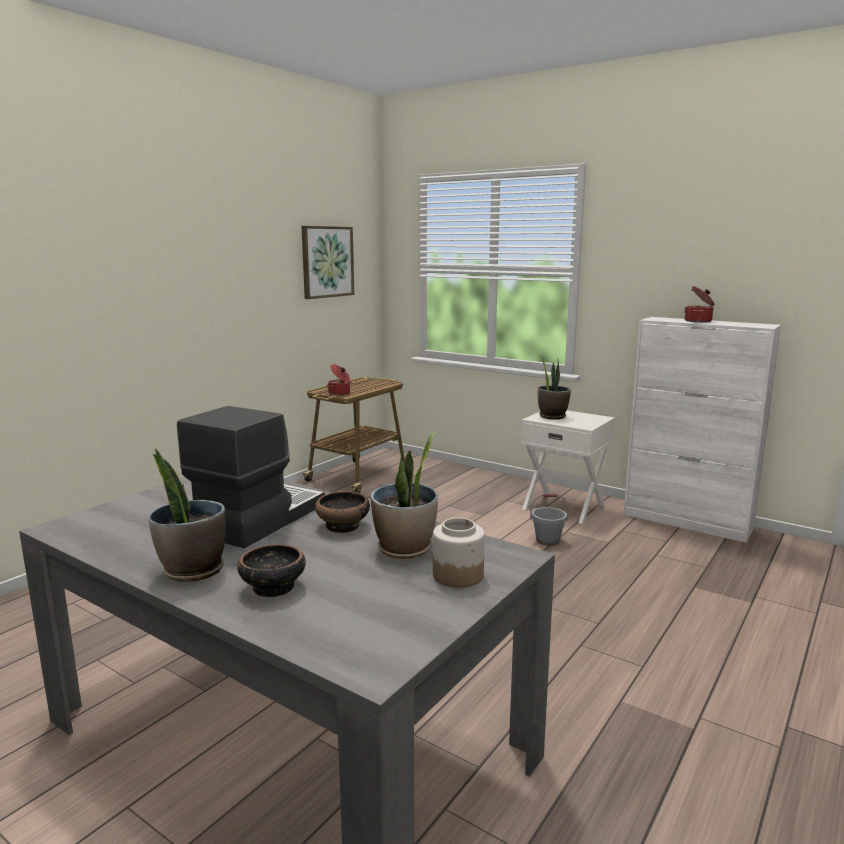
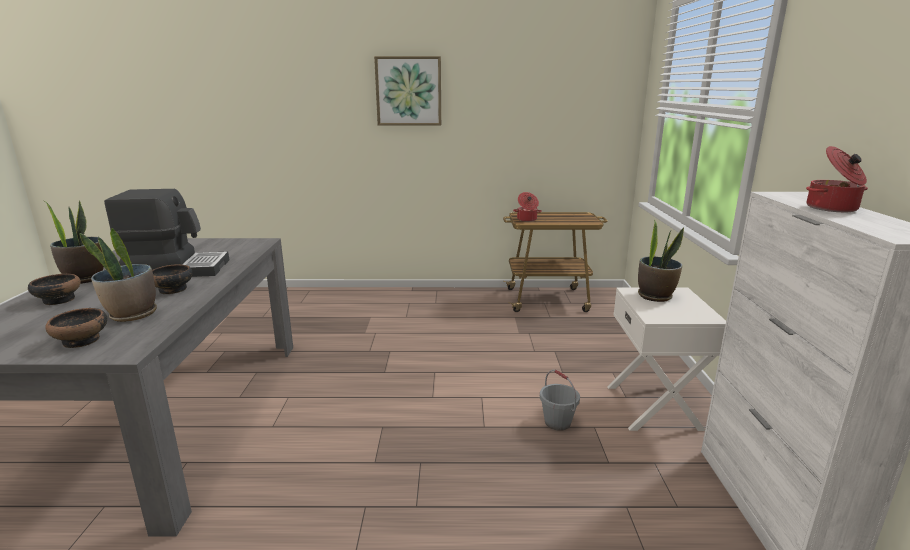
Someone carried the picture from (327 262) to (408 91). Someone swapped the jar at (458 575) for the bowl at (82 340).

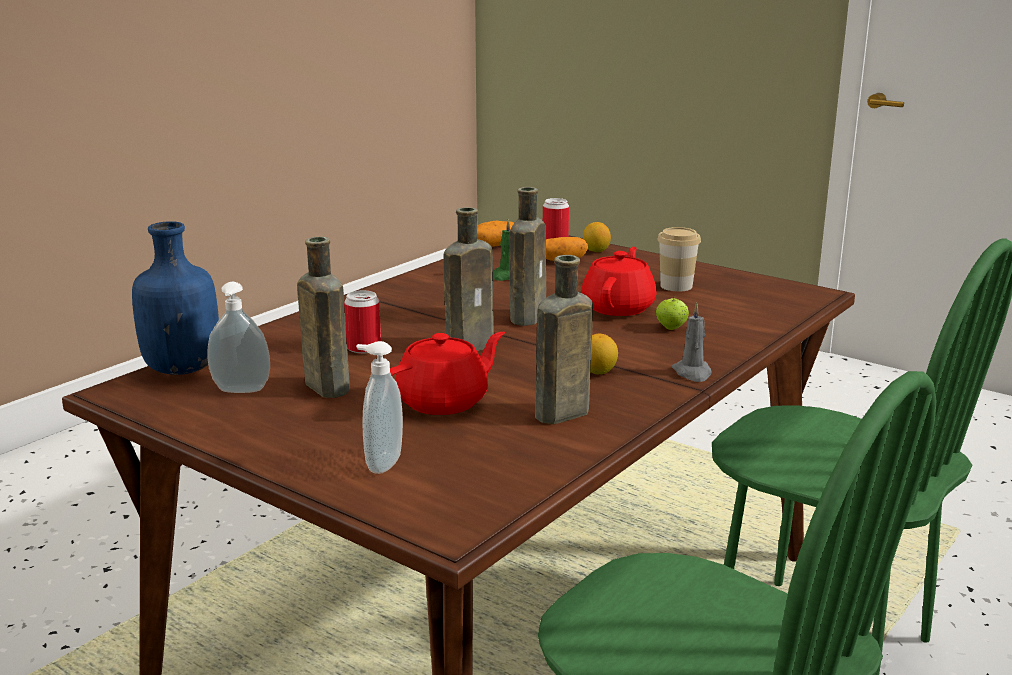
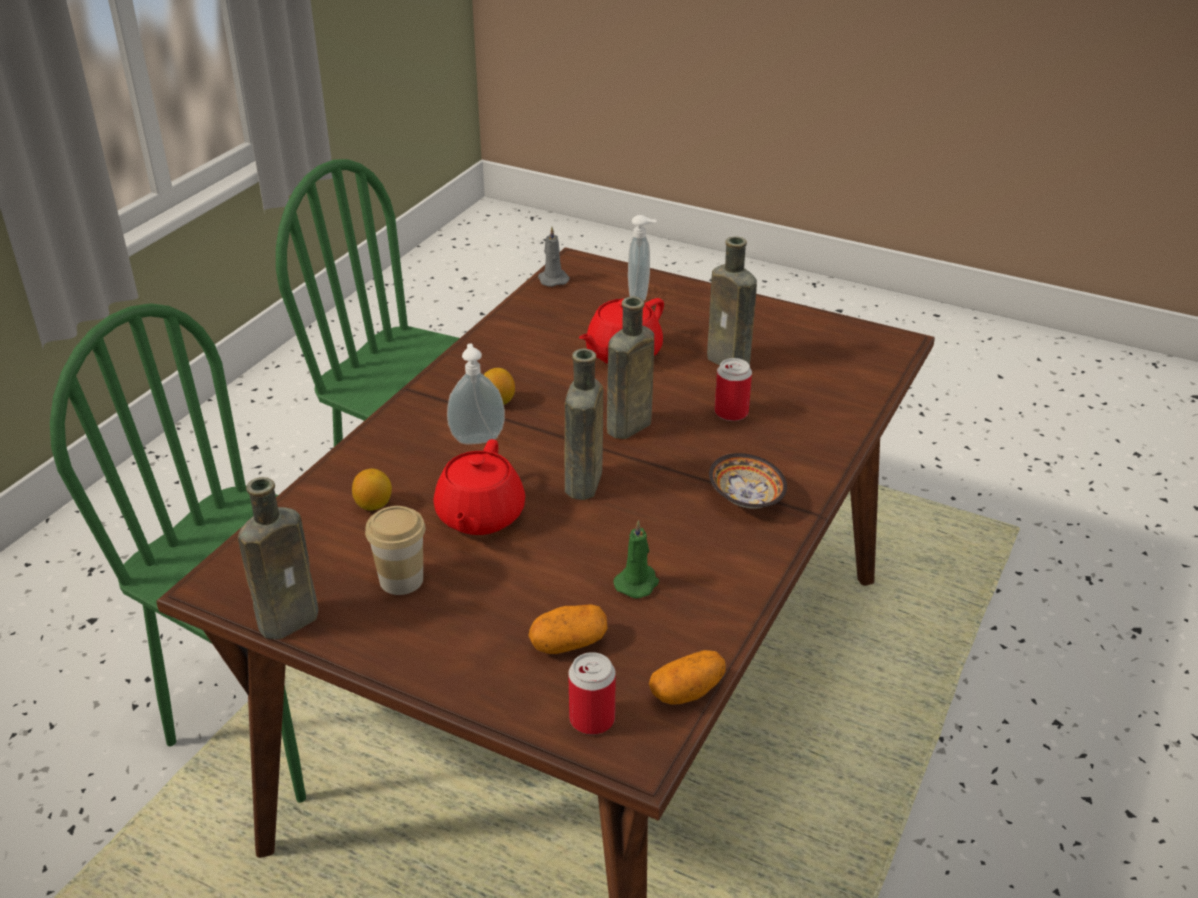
Someone took away the bottle (blue) at (181 369). Someone carried the lemon from (596 251) to (373 505). Someone carried the bottle (brown) from (558 415) to (292 618). Someone carried the soap dispenser from (241 391) to (477 438). Someone took away the apple at (671 328). Someone carried the candle (grey) from (692 373) to (552 279). Someone put down the bowl at (746 497).

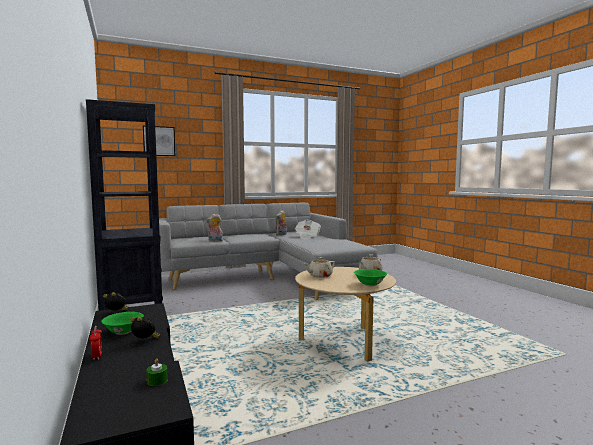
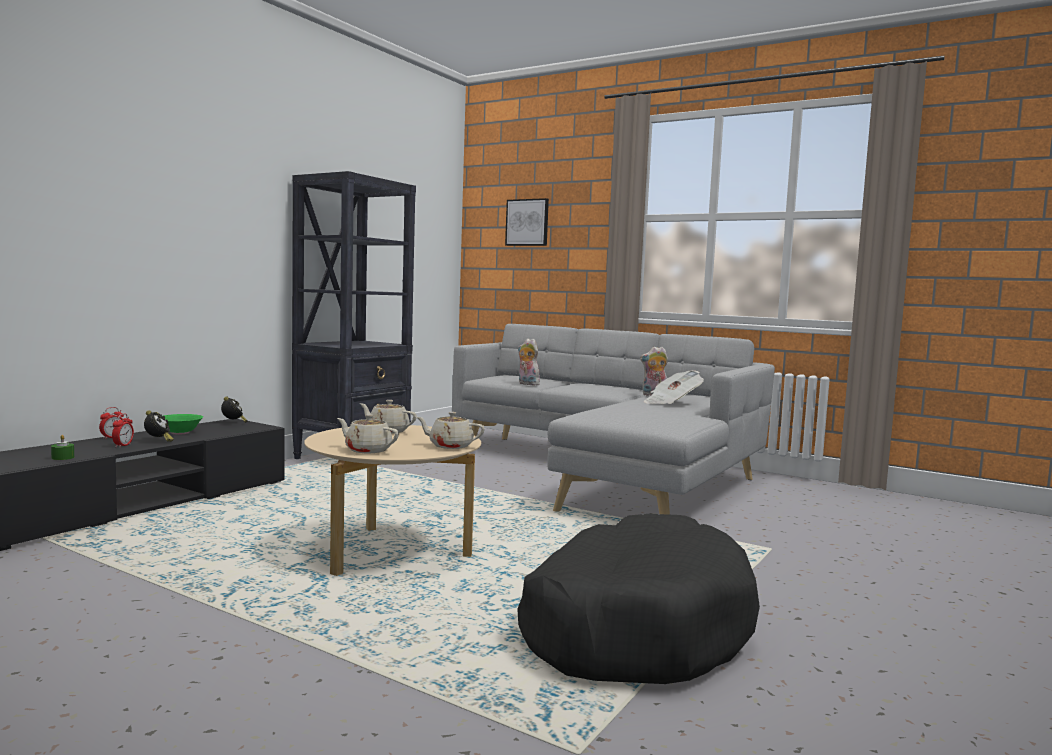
Someone swapped the bowl (green) at (370 284) for the teapot (beige) at (367 450). Someone put down the alarm clock at (123 445). Someone put down the dog bed (black) at (634 627).

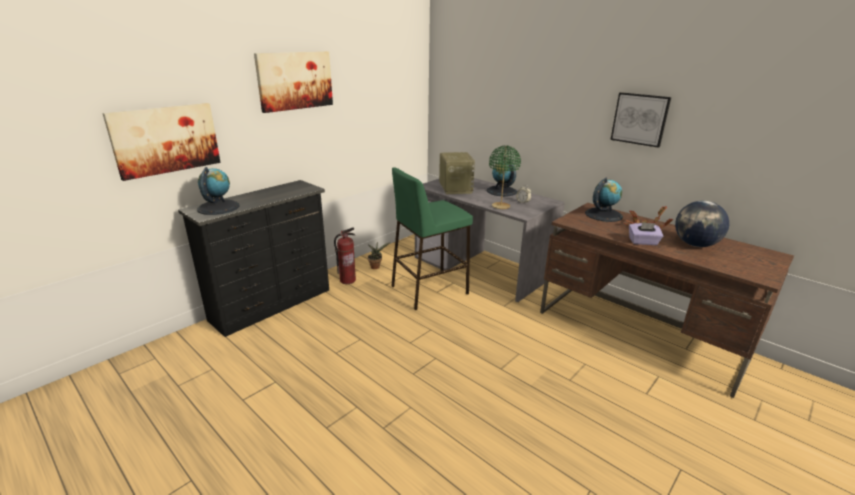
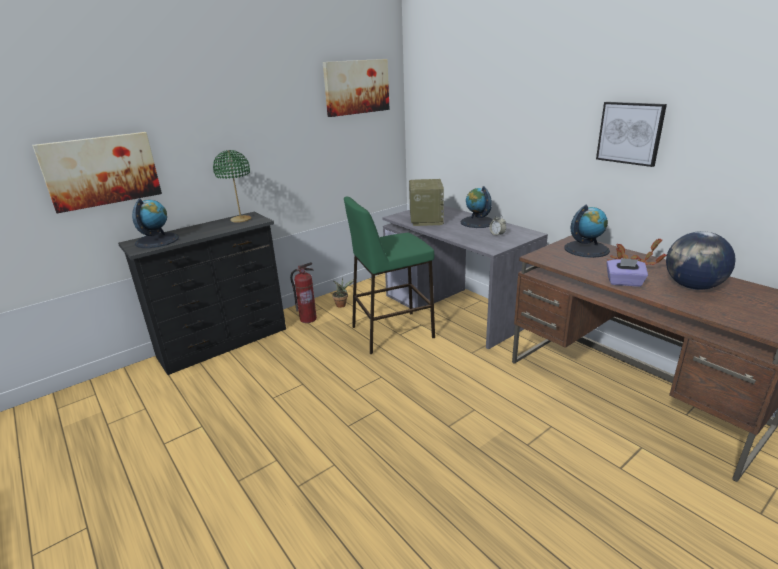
Someone carried the picture from (295 80) to (356 87). Someone carried the table lamp (green) from (500 206) to (240 220).

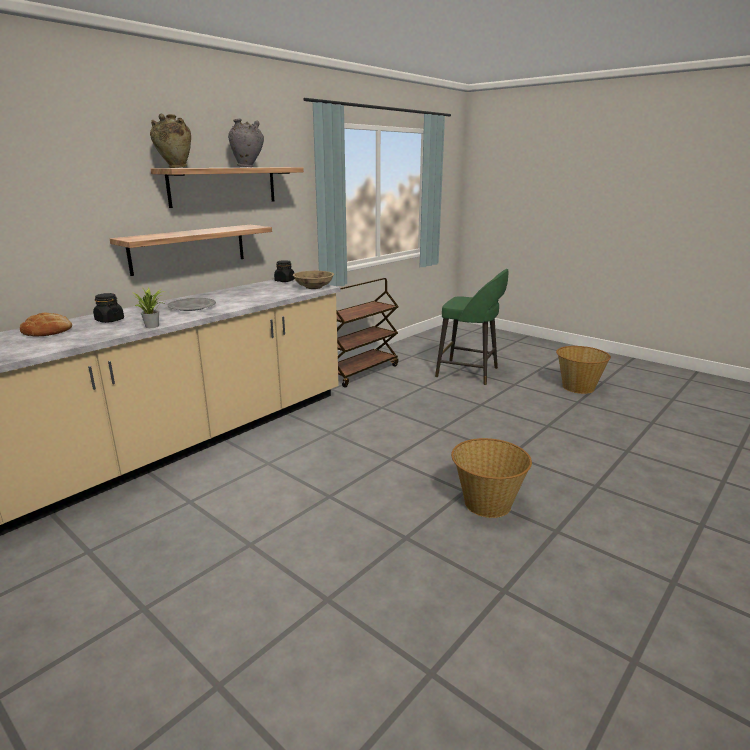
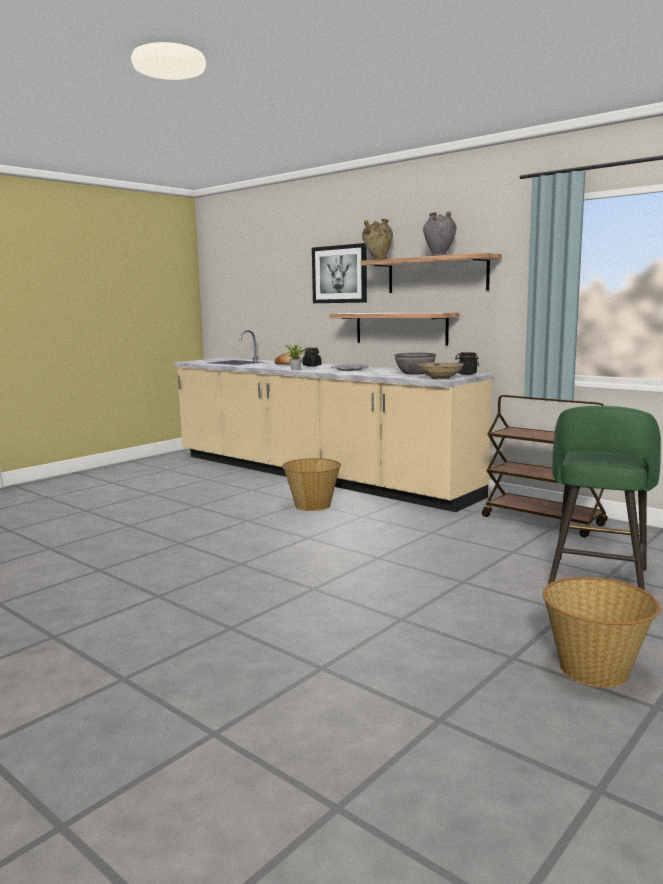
Someone carried the basket from (486 504) to (312 505). Someone put up the picture at (339 274). Someone put down the bowl (grey) at (415 373).

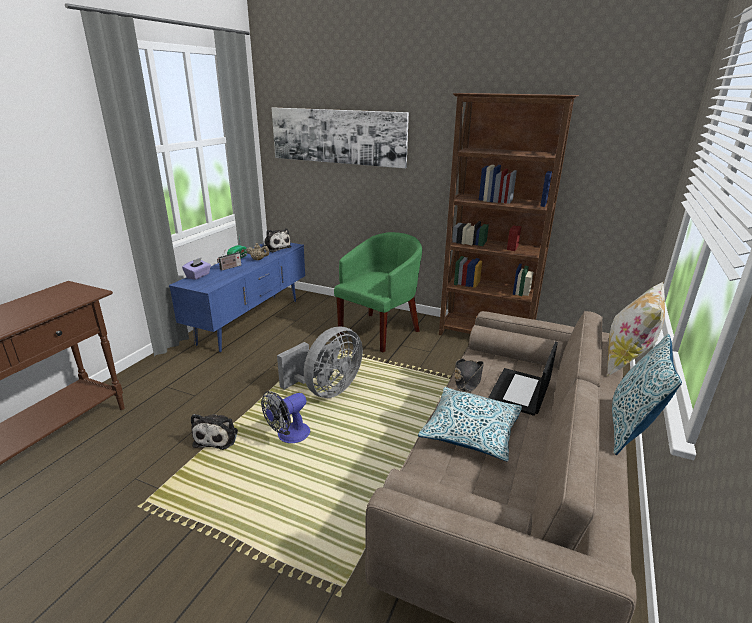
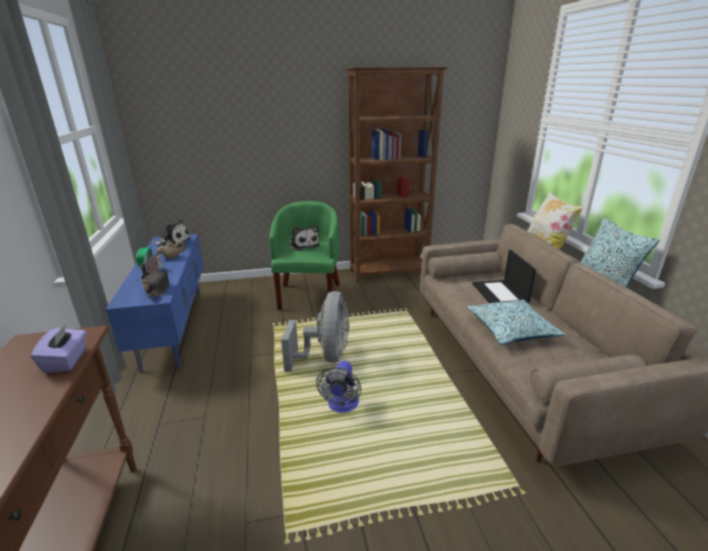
Someone took away the picture at (338 136). Someone carried the tissue box (purple) from (198 276) to (67 360). Someone carried the hat (black) from (467 380) to (157 288). Someone carried the plush toy from (217 437) to (303 245).

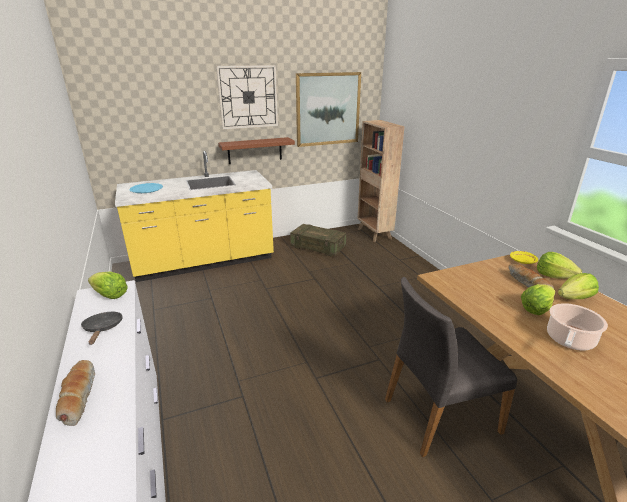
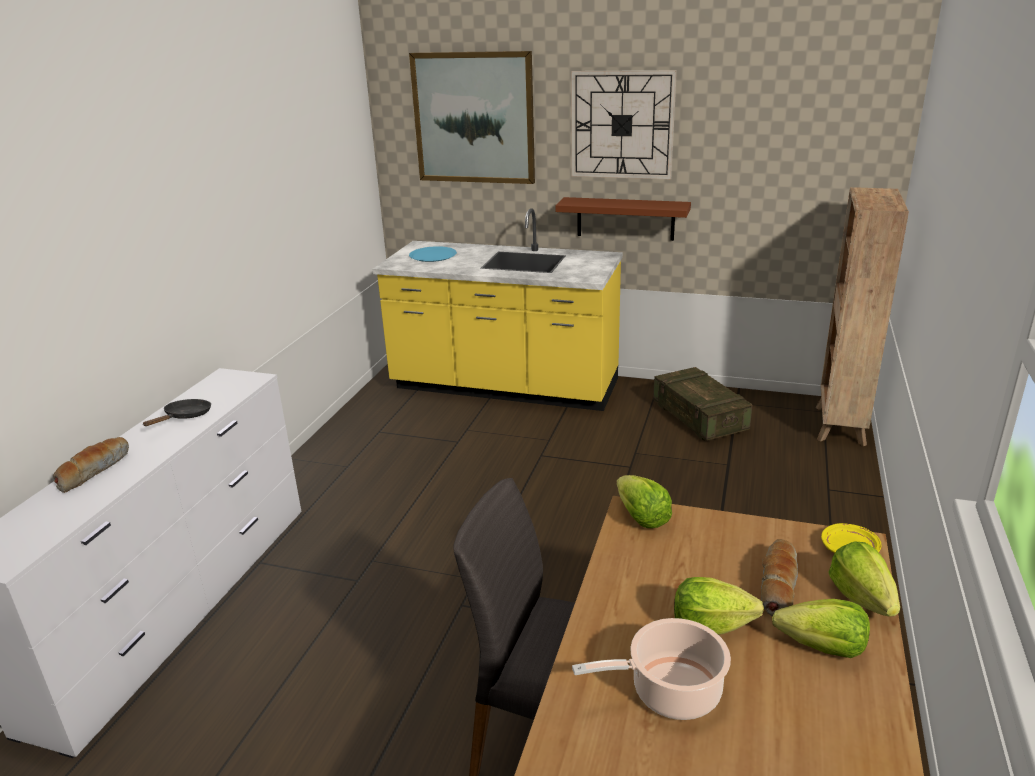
Someone carried the picture from (328 109) to (474 118). Someone carried the lettuce from (109 295) to (641 517).

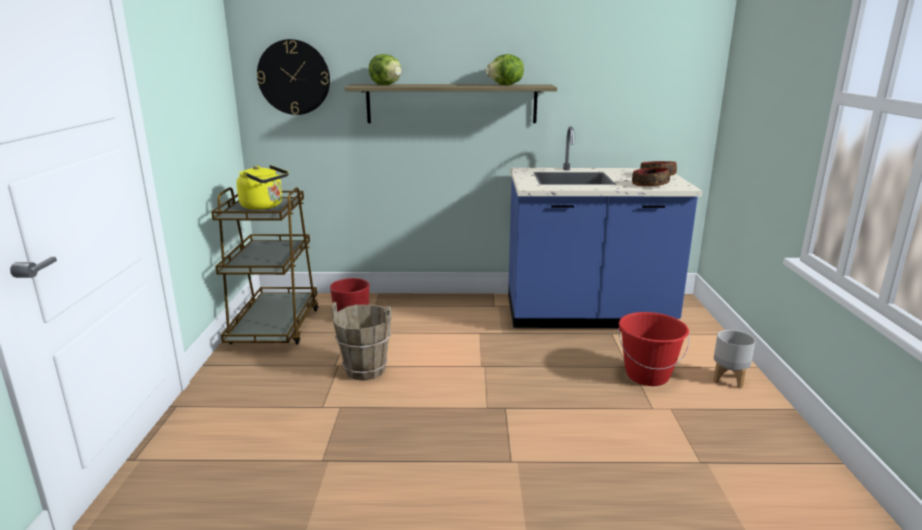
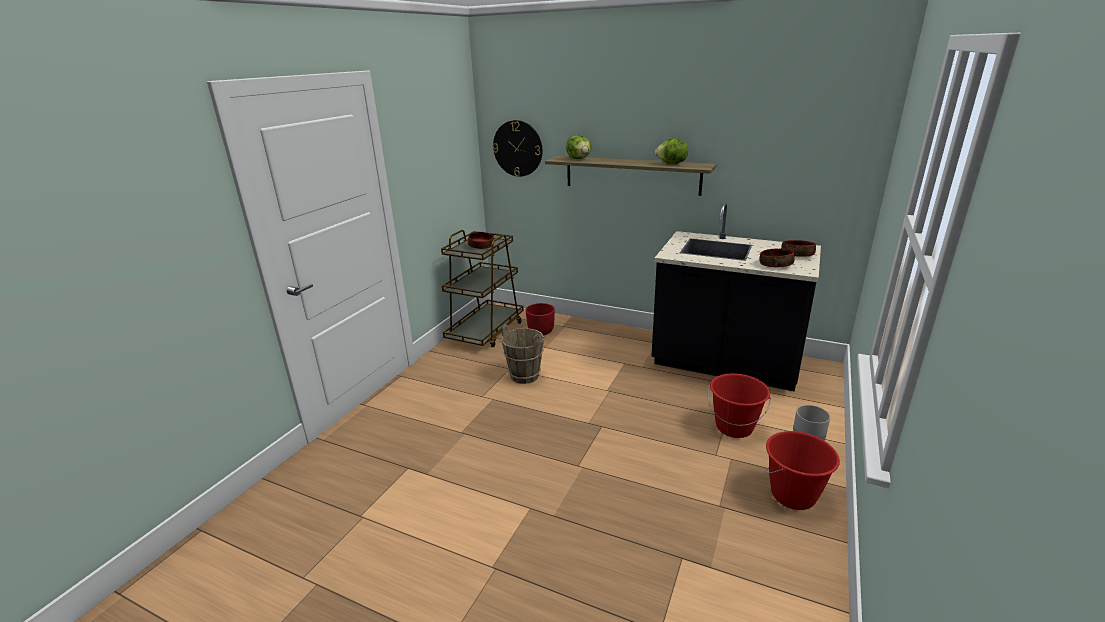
Someone repainted the counter (blue) at (587 315), which became the counter (black) at (725 364). Someone swapped the kettle (yellow) at (264 206) for the bowl at (481 246). Someone put down the bucket (red) at (793 495).

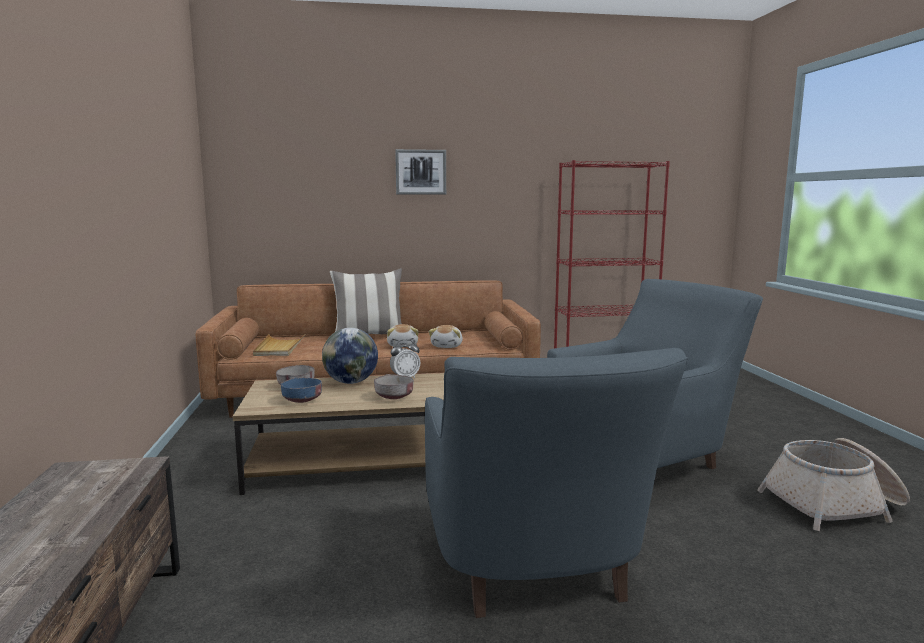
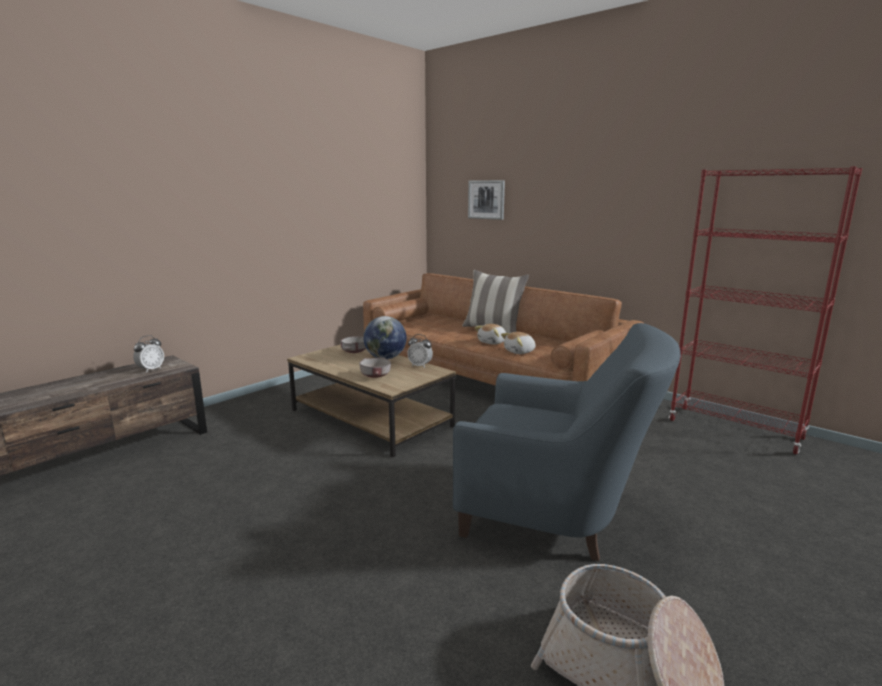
Someone carried the picture from (421 172) to (486 199). Someone took away the tray (beige) at (279 348). Someone took away the armchair (blue) at (534 571). Someone took away the bowl (blue) at (302 400). Someone put down the alarm clock at (151 369).

